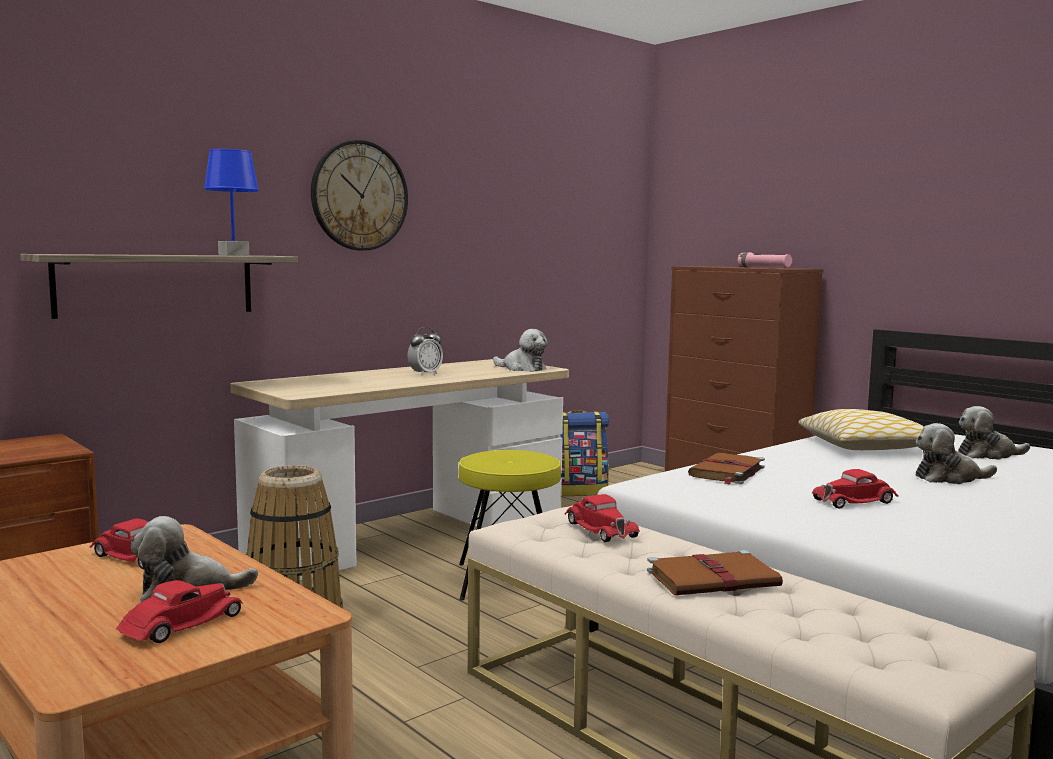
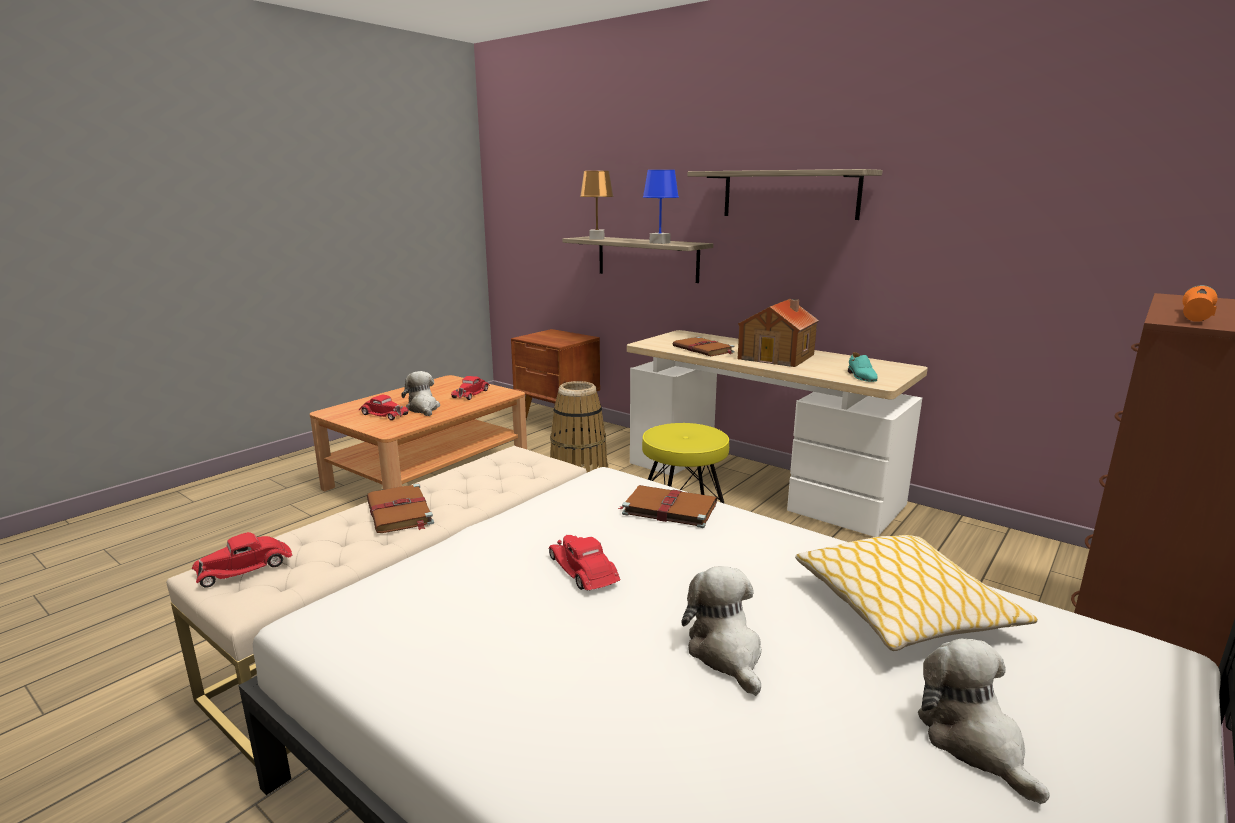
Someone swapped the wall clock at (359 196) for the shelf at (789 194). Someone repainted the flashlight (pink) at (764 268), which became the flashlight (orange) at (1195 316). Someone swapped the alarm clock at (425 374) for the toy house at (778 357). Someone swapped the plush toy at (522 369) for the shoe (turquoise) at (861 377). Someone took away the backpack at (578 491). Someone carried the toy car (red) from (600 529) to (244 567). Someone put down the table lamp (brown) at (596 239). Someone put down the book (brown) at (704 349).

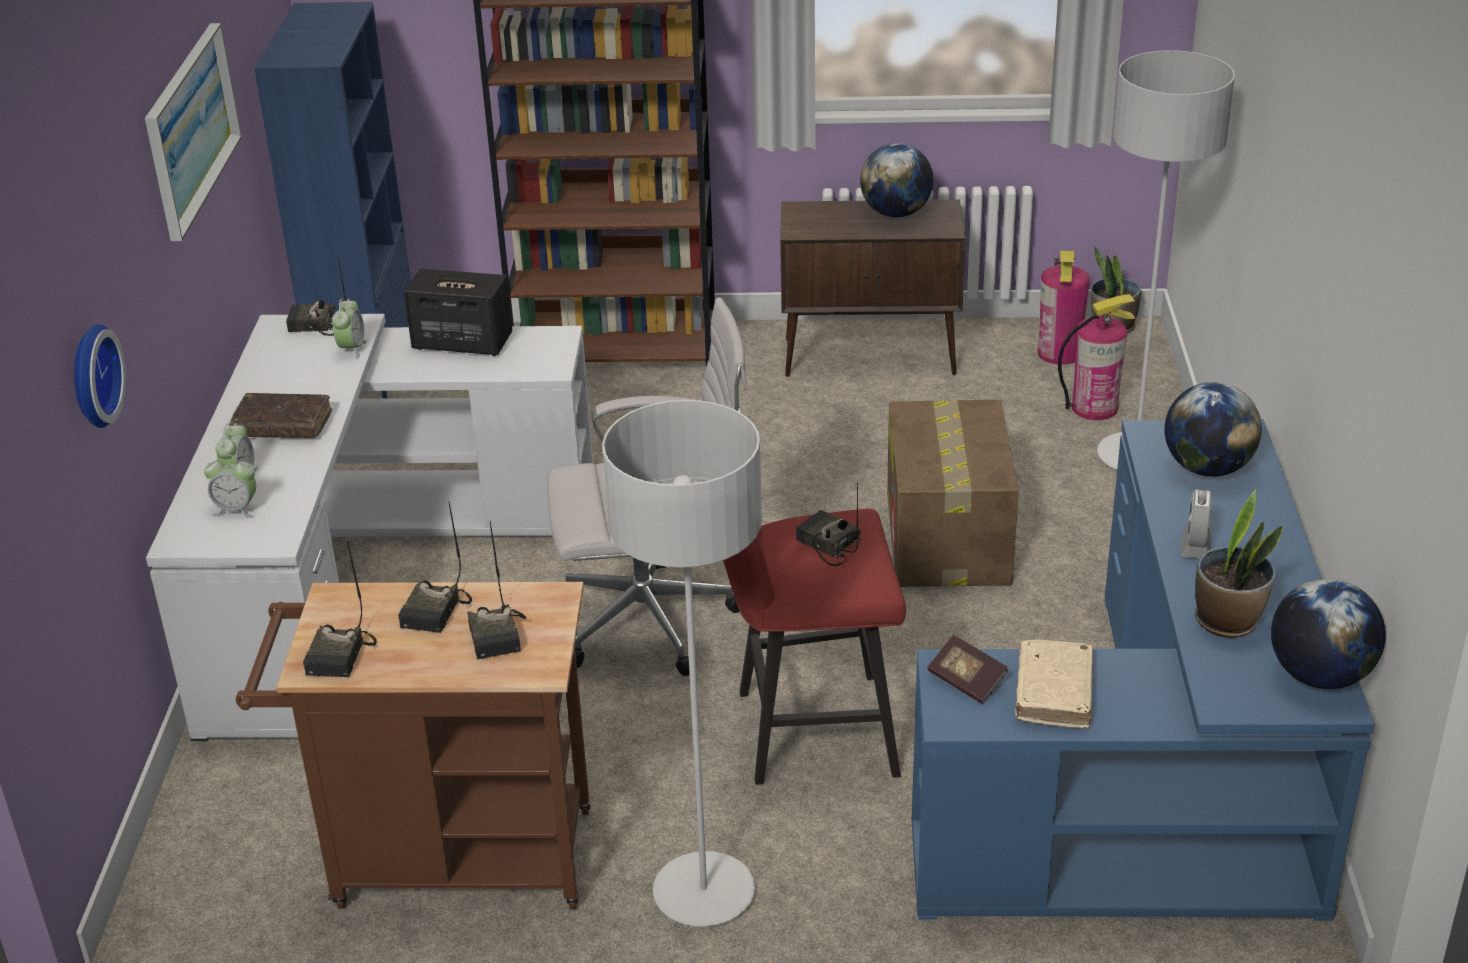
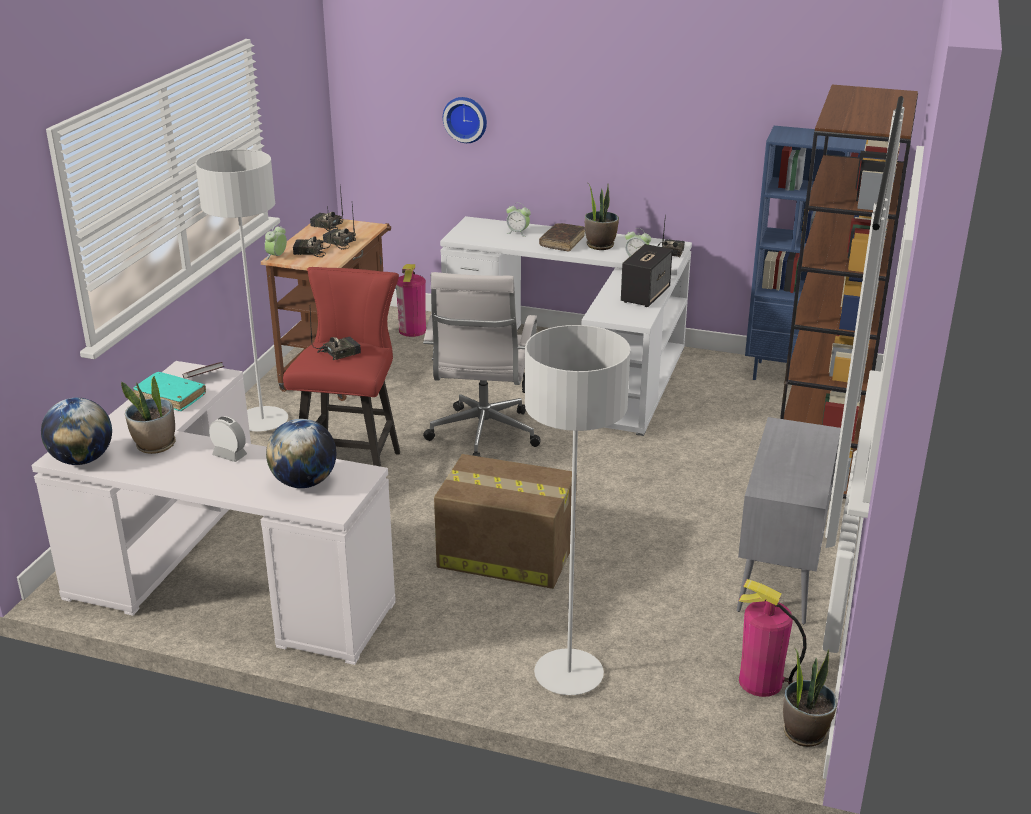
Someone took away the picture at (191 128). Someone took away the globe at (896 213). Someone repainted the cabinet (brown) at (871 357), which became the cabinet (grey) at (780 575). Someone carried the fire extinguisher from (1094 407) to (412 330). Someone repainted the desk (blue) at (1158 780), which became the desk (white) at (215 572). Someone carried the alarm clock from (236 509) to (276 257). Someone repainted the book (beige) at (1053 693), which became the book (turquoise) at (170 397). Someone put down the potted plant at (600 245).

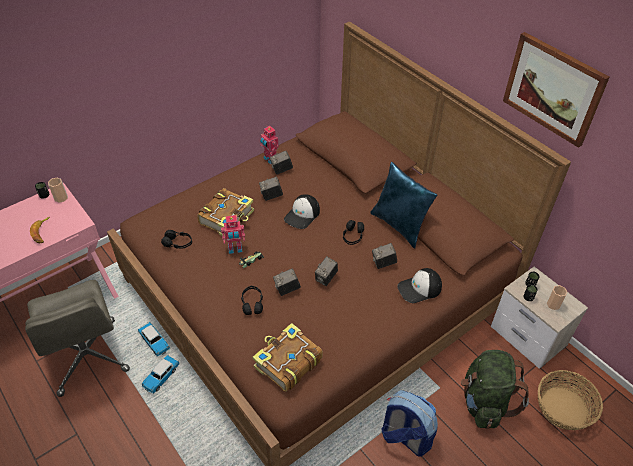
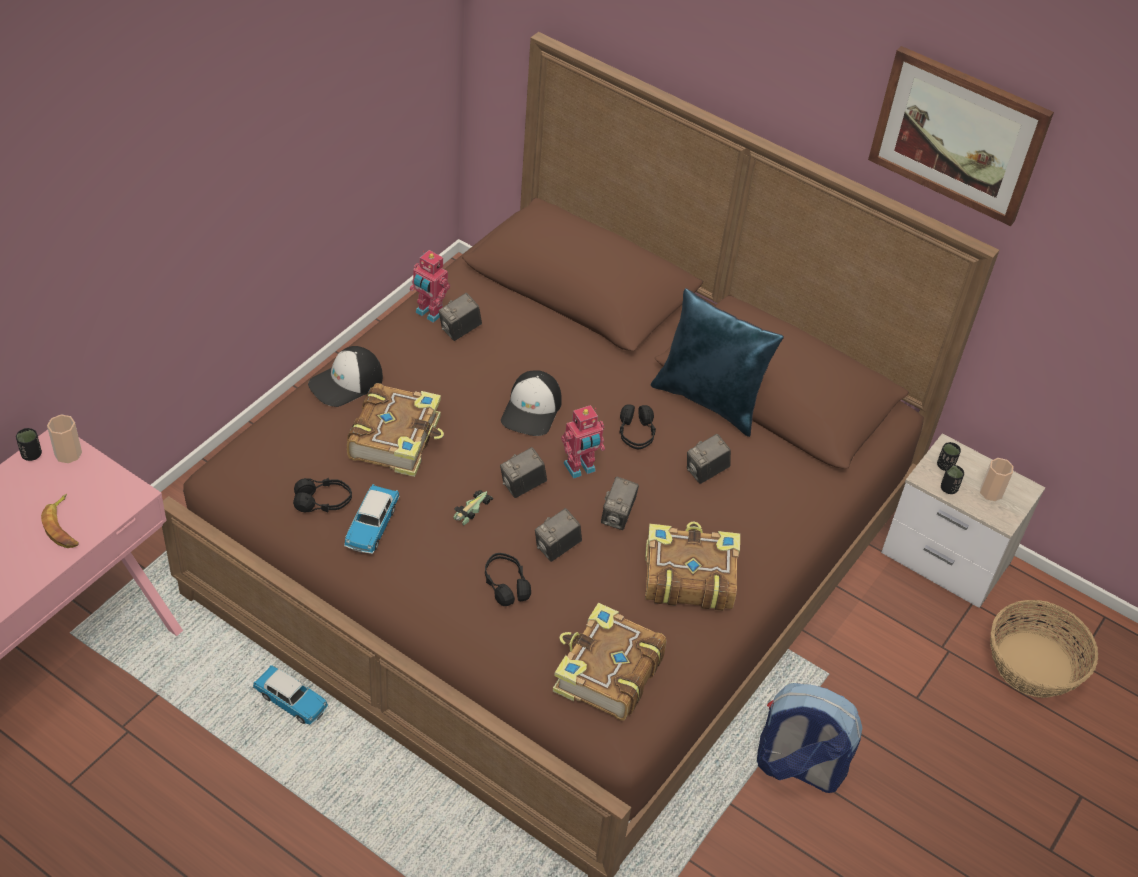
Someone carried the photo camera from (271 196) to (522 486). Someone carried the toy robot from (235 249) to (580 469). Someone carried the cap from (419 289) to (346 383). Someone took away the office chair (grey) at (88 357). Someone took away the backpack (green) at (484 402). Someone carried the toy car from (161 377) to (372 526). Someone put down the book at (688 576).

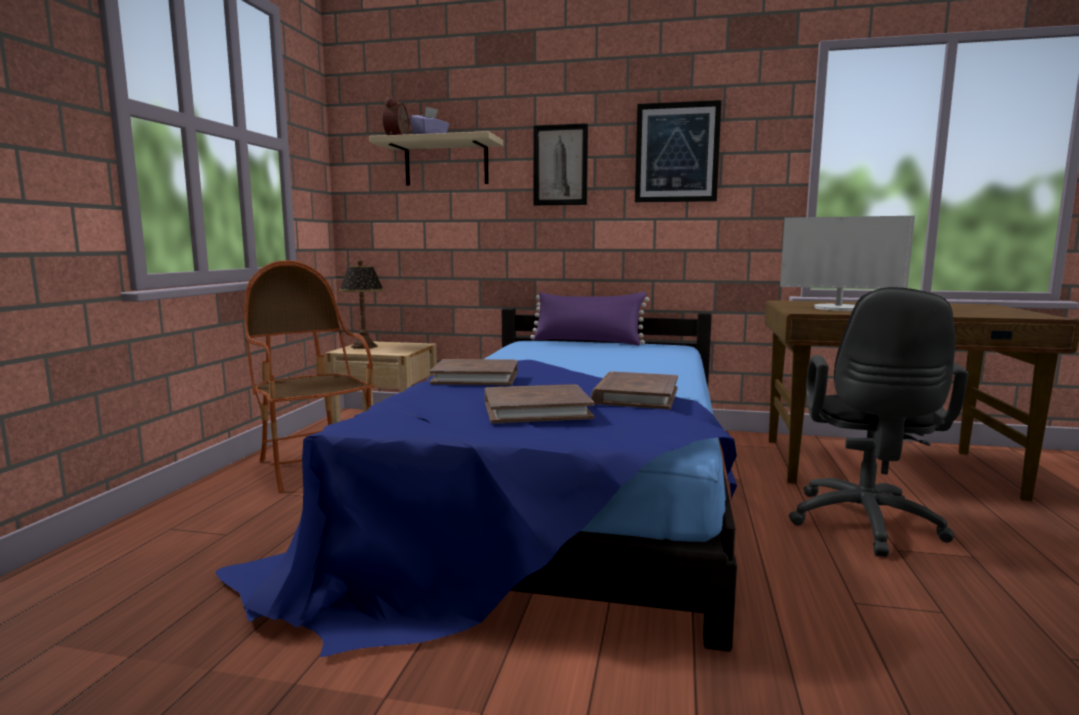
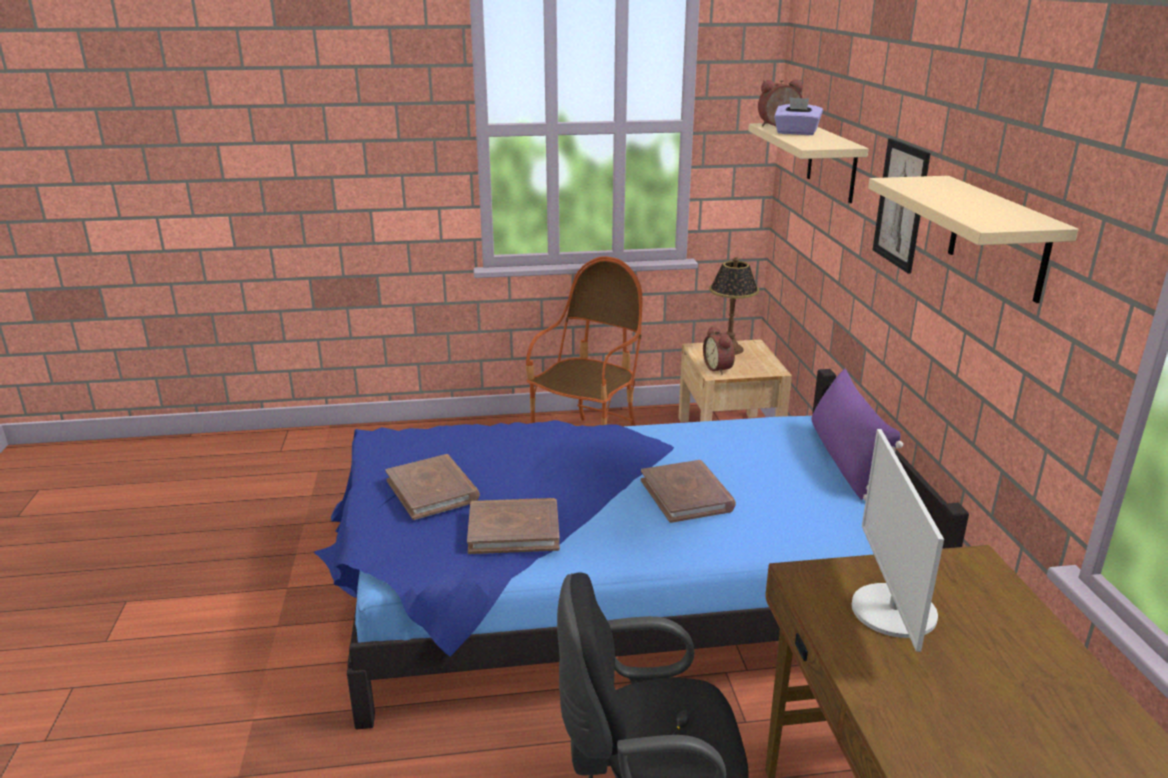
Someone swapped the picture at (677 153) for the shelf (beige) at (998 238). Someone carried the book (brown) from (475 377) to (687 495). Someone put down the alarm clock at (719 368).

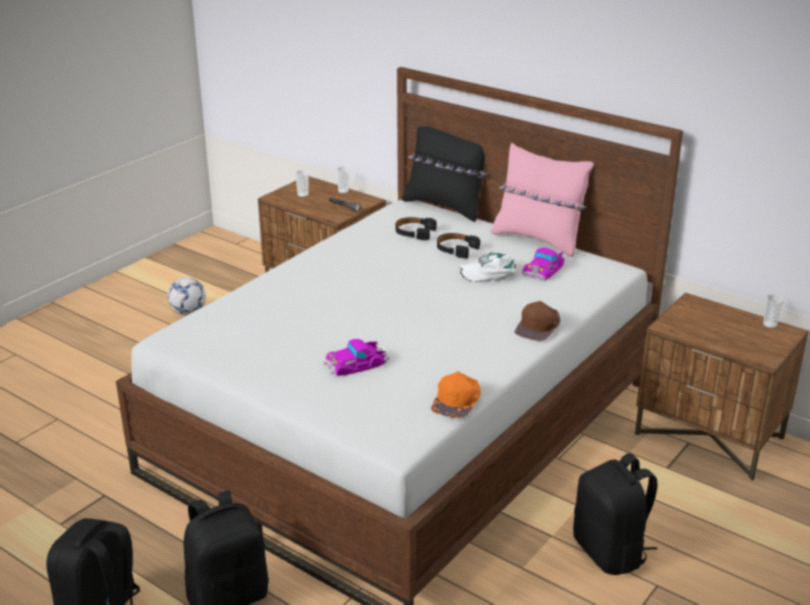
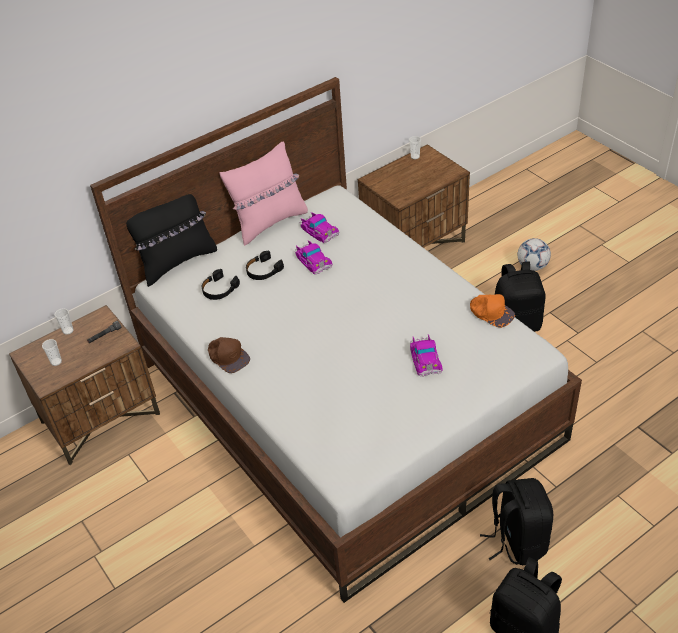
Someone swapped the cap (white) at (489 272) for the toy car at (313 260). Someone carried the football from (188 312) to (532 266). Someone carried the cap (brown) from (538 327) to (228 356).

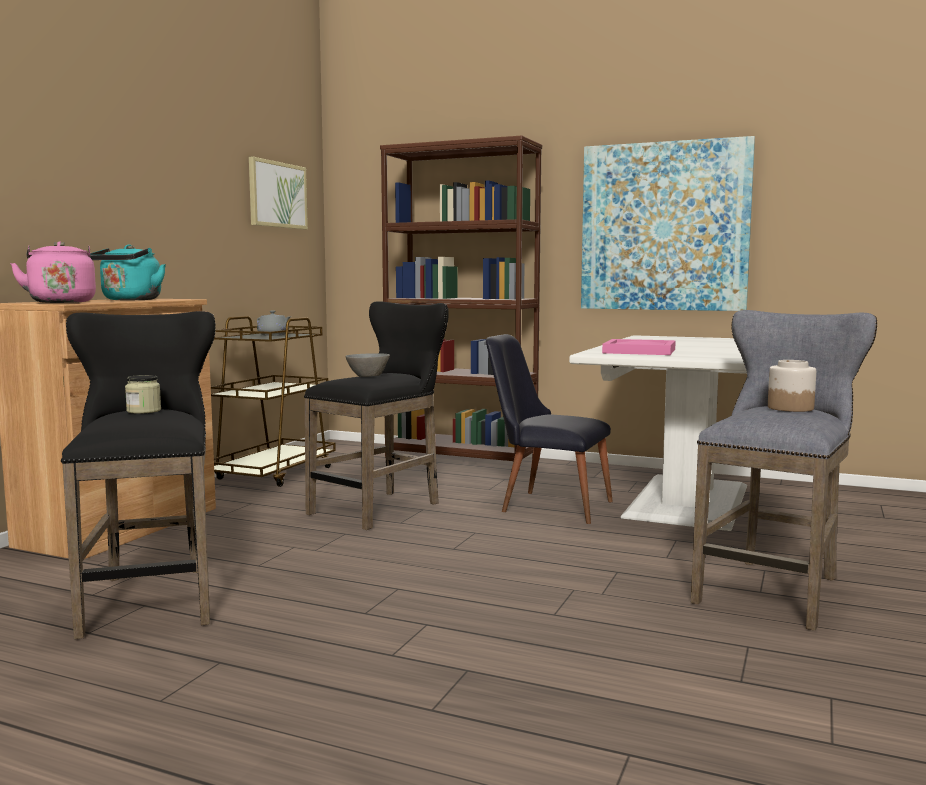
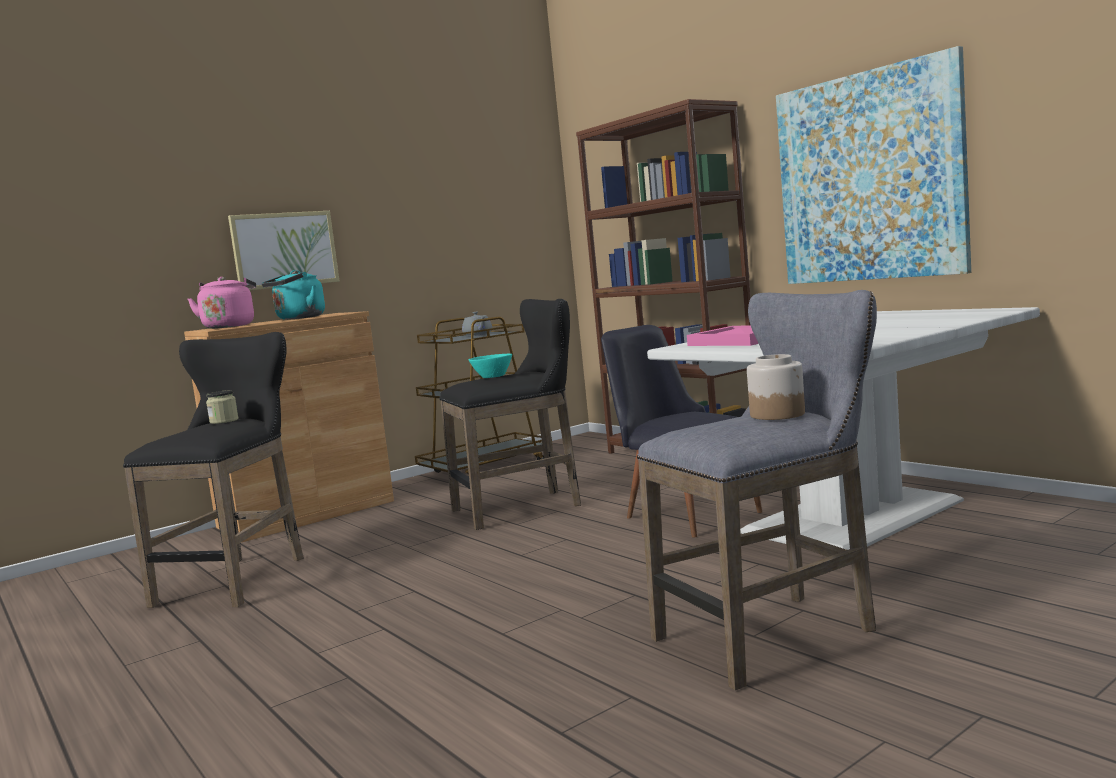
Someone carried the picture from (277 195) to (284 250). Someone repainted the bowl (grey) at (367 375), which became the bowl (turquoise) at (493 376).

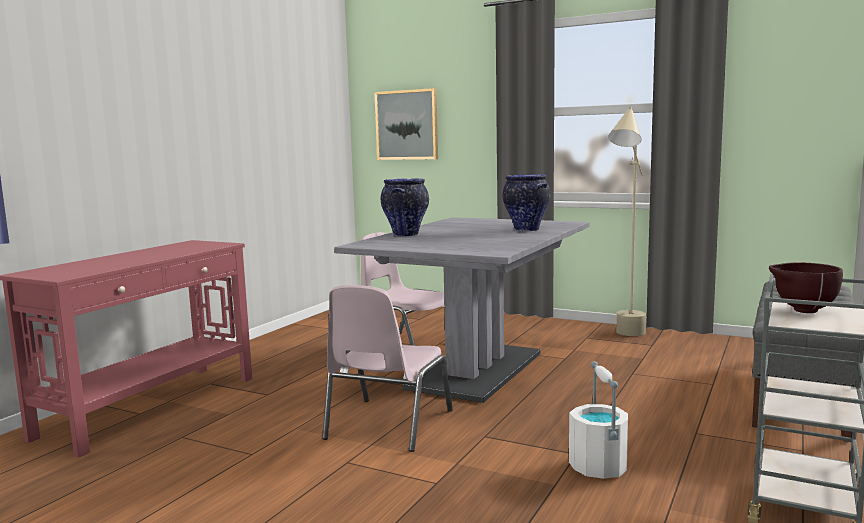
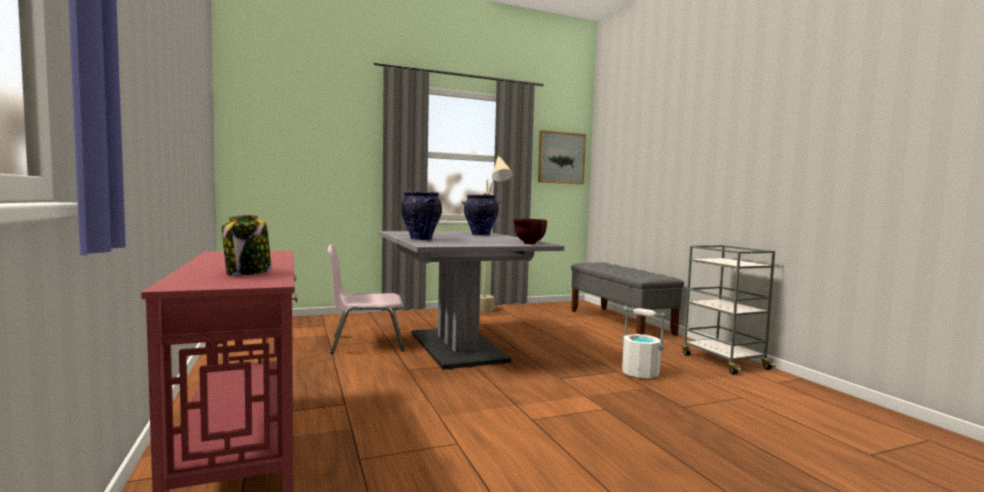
Someone carried the picture from (407 125) to (561 158). Someone carried the bowl (brown) from (801 311) to (528 243). Someone took away the chair (pink) at (387 425). Someone put down the jar at (248 273).

